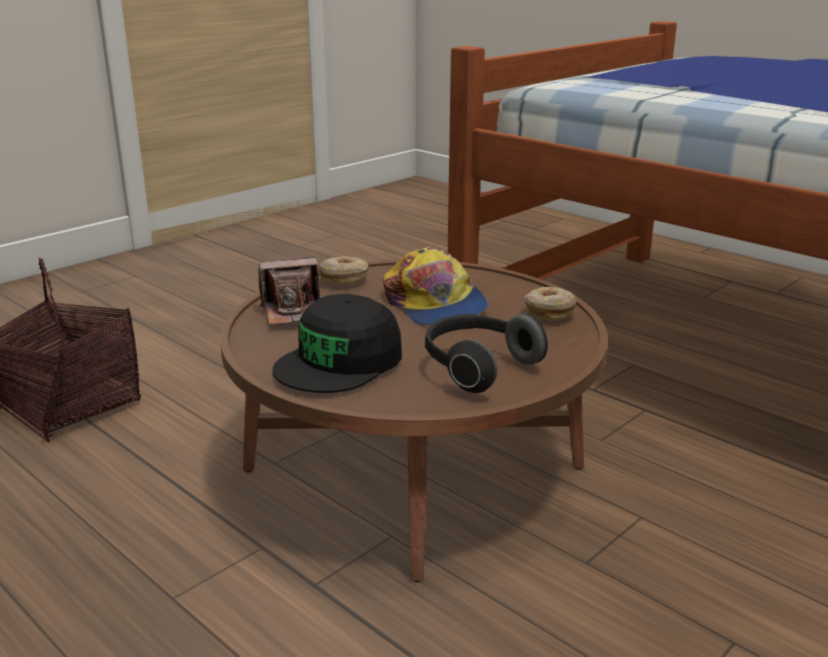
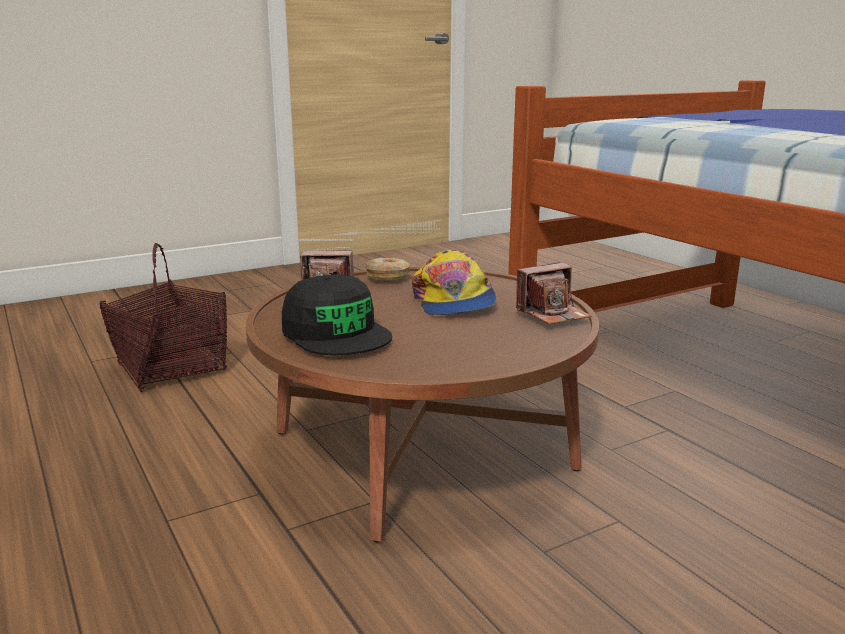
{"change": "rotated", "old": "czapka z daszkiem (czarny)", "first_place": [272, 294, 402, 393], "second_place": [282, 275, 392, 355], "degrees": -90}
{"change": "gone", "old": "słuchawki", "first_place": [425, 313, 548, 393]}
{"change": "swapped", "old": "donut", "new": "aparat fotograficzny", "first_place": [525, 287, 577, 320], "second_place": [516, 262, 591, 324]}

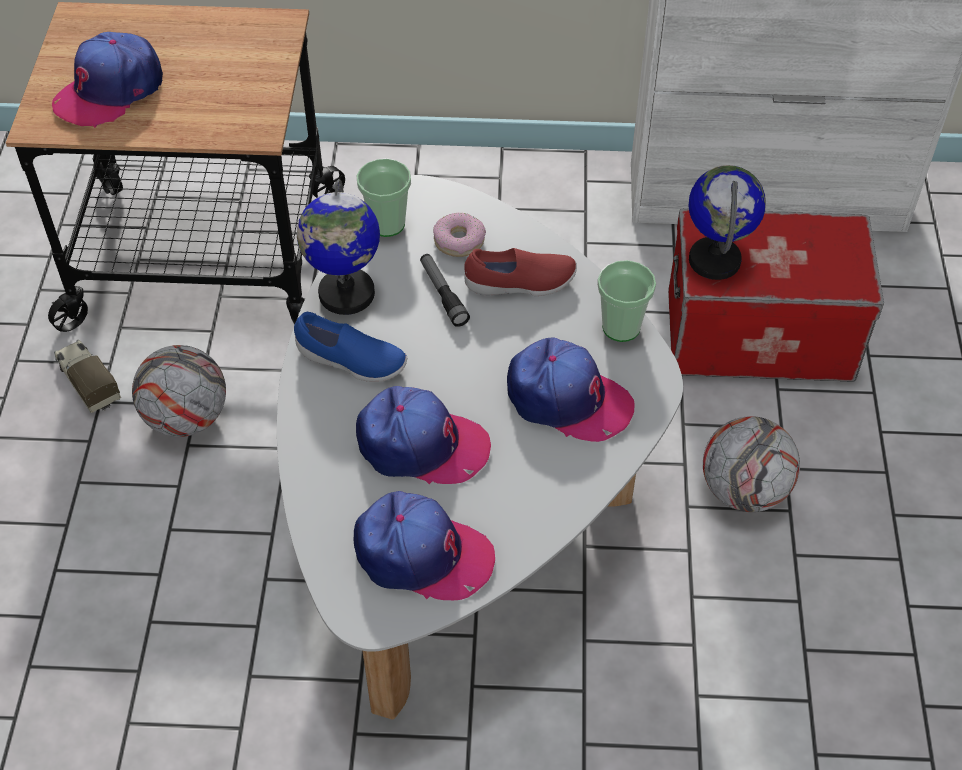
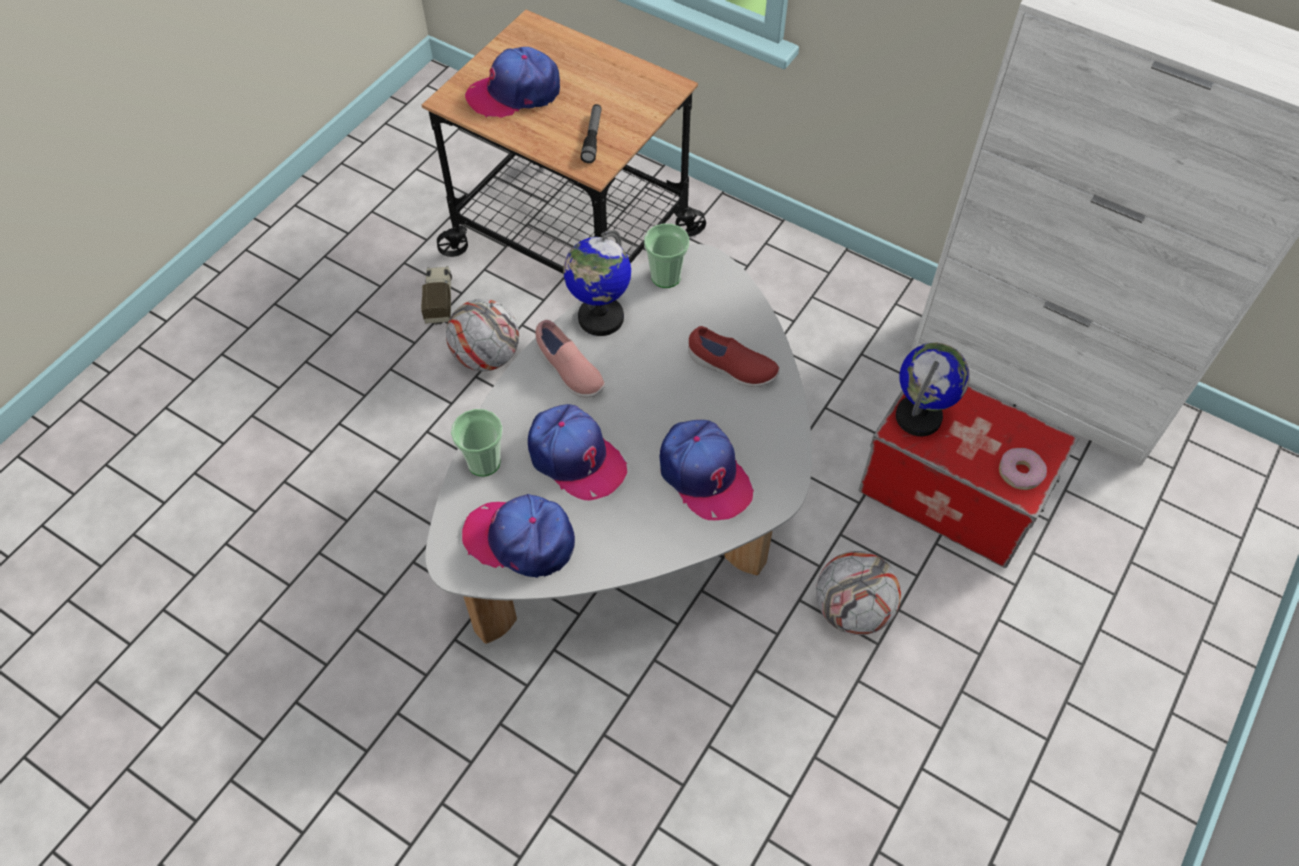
{"change": "repainted", "old": "but (niebieski)", "new": "but (różowy)", "first_place": [294, 312, 407, 382], "second_place": [535, 320, 605, 397]}
{"change": "rotated", "old": "czapka z daszkiem", "first_place": [354, 491, 495, 600], "second_place": [462, 494, 575, 578], "degrees": 150}
{"change": "shifted", "old": "latarka", "first_place": [420, 254, 470, 327], "second_place": [581, 104, 602, 163]}
{"change": "shifted", "old": "donut", "first_place": [433, 213, 486, 257], "second_place": [999, 448, 1047, 490]}
{"change": "shifted", "old": "filiżanka", "first_place": [597, 260, 656, 342], "second_place": [451, 409, 503, 476]}

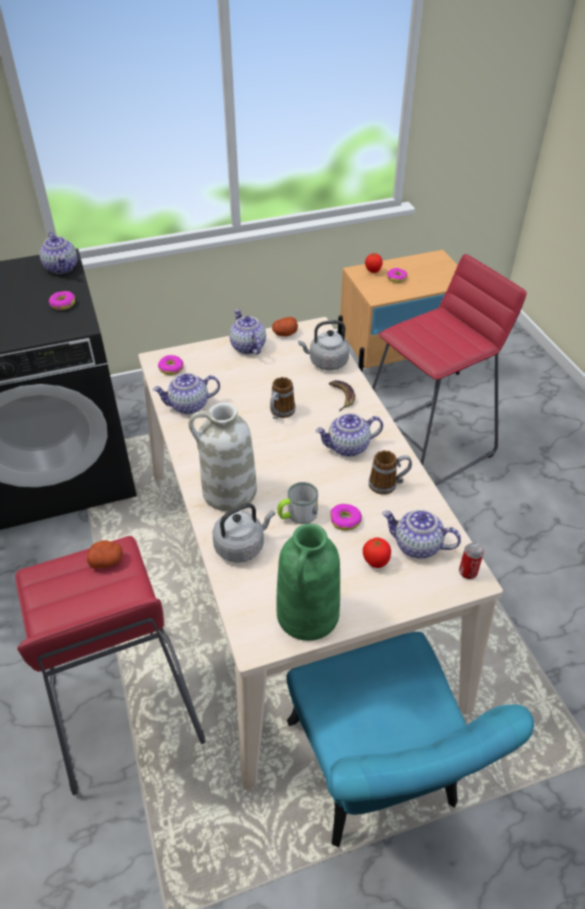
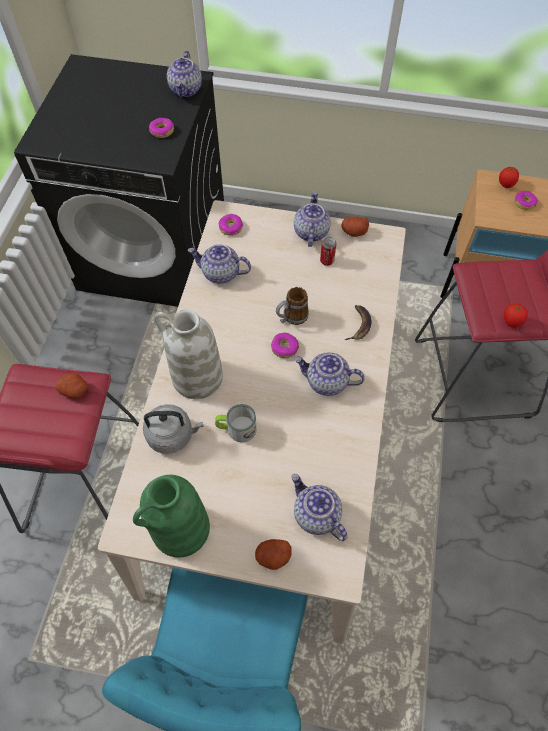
{"change": "gone", "old": "czajnik (szary)", "first_place": [298, 320, 349, 370]}
{"change": "shifted", "old": "donut", "first_place": [330, 504, 362, 531], "second_place": [271, 333, 299, 358]}
{"change": "shifted", "old": "pomidor", "first_place": [363, 537, 391, 568], "second_place": [504, 304, 528, 328]}
{"change": "gone", "old": "kubek", "first_place": [369, 450, 412, 495]}
{"change": "shifted", "old": "puszka", "first_place": [459, 543, 484, 579], "second_place": [320, 237, 336, 266]}
{"change": "new", "new": "ziemniak", "second_place": [255, 539, 292, 570]}

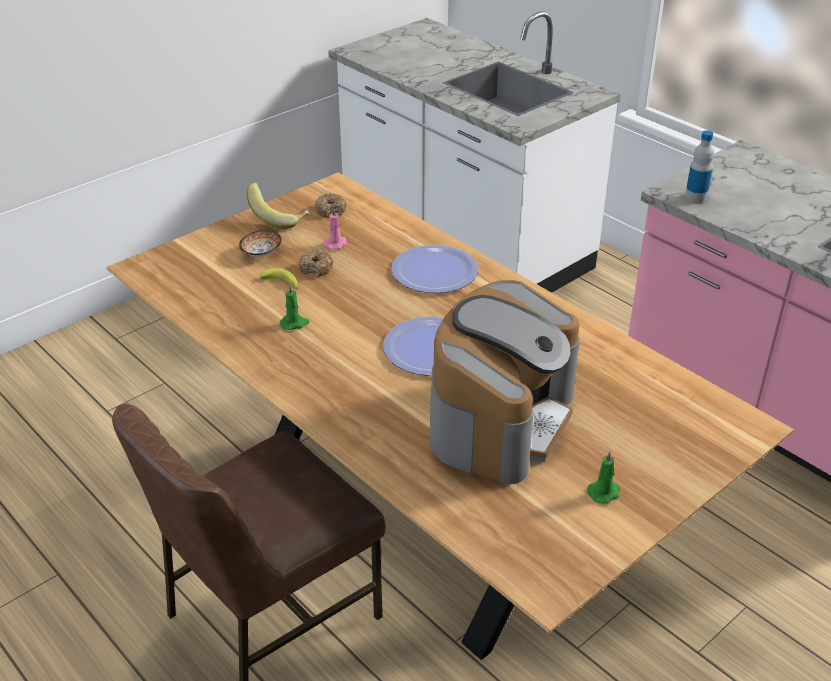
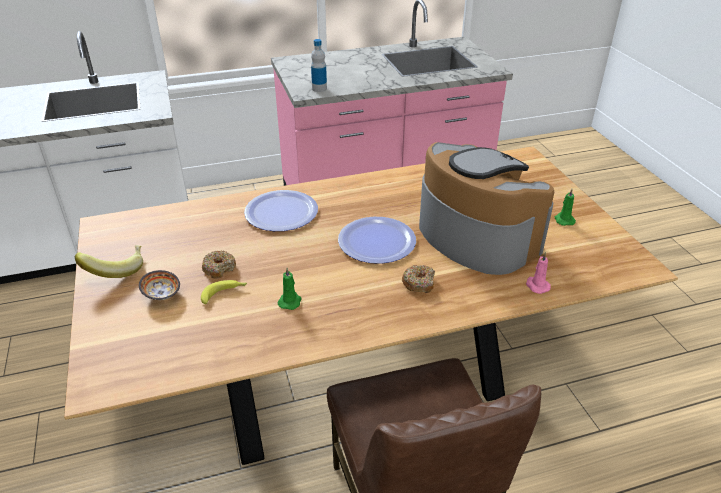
{"change": "shifted", "old": "donut", "first_place": [315, 193, 347, 217], "second_place": [402, 265, 435, 293]}
{"change": "shifted", "old": "świeca (różowy)", "first_place": [323, 207, 347, 250], "second_place": [526, 252, 551, 294]}

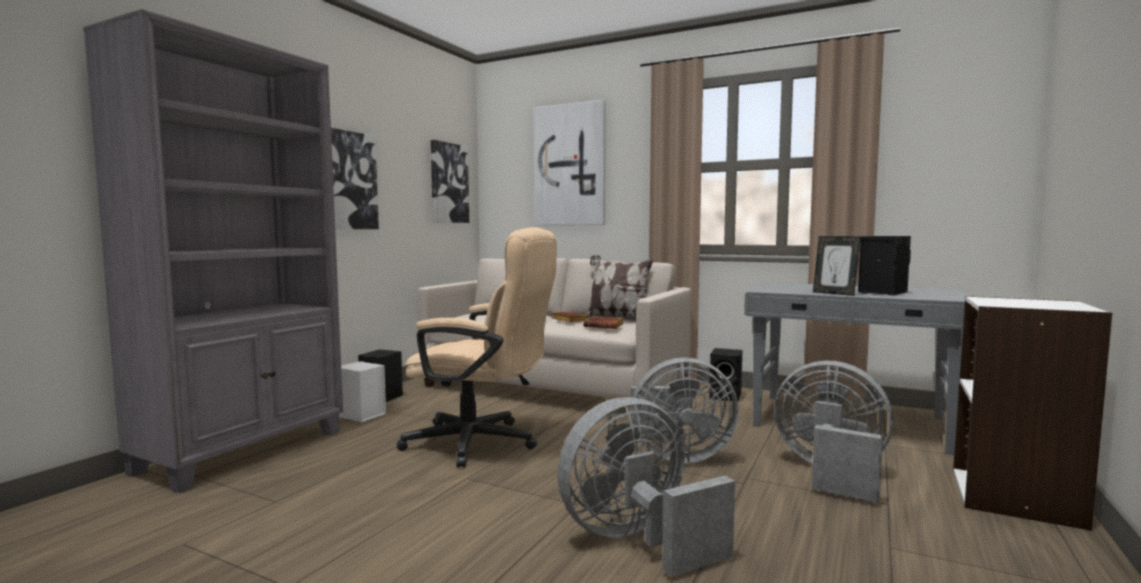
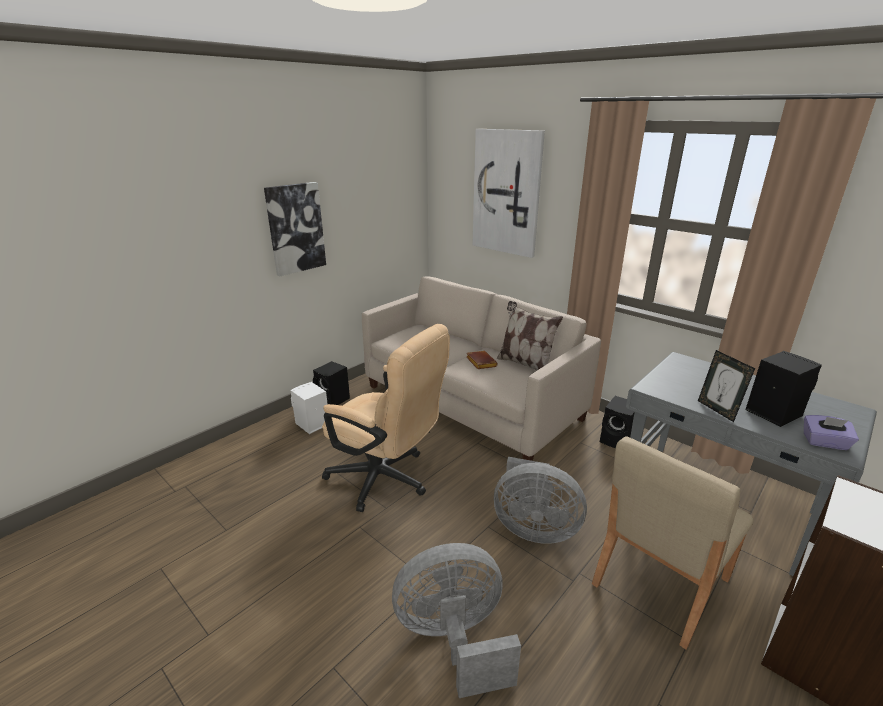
{"change": "gone", "old": "regał (szary)", "first_place": [83, 9, 343, 493]}
{"change": "gone", "old": "obraz", "first_place": [431, 140, 469, 223]}
{"change": "gone", "old": "książka (brązowy)", "first_place": [583, 316, 624, 329]}
{"change": "swapped", "old": "wentylator (szary)", "new": "krzesło (beżowy)", "first_place": [774, 361, 894, 503], "second_place": [592, 436, 753, 650]}
{"change": "new", "new": "pudełko chusteczek (fioletowy)", "second_place": [804, 415, 859, 450]}

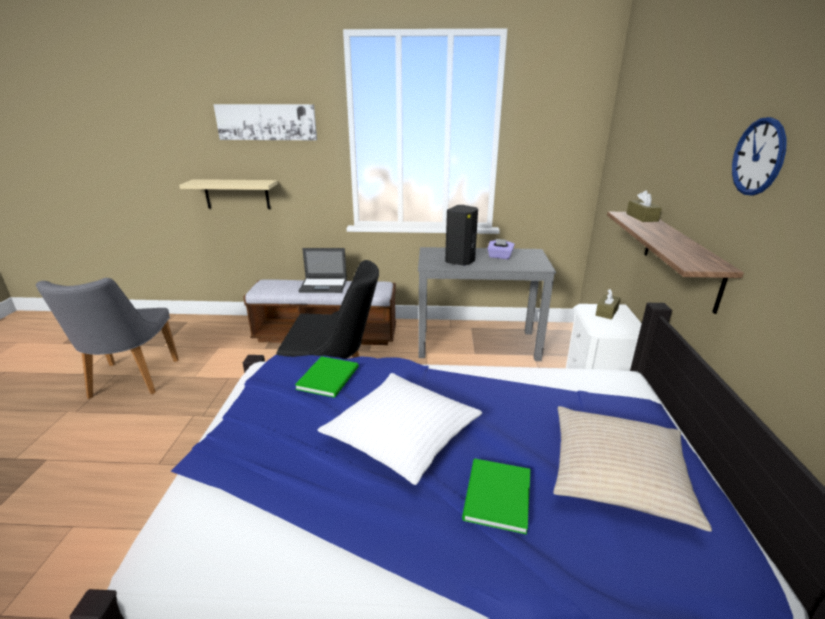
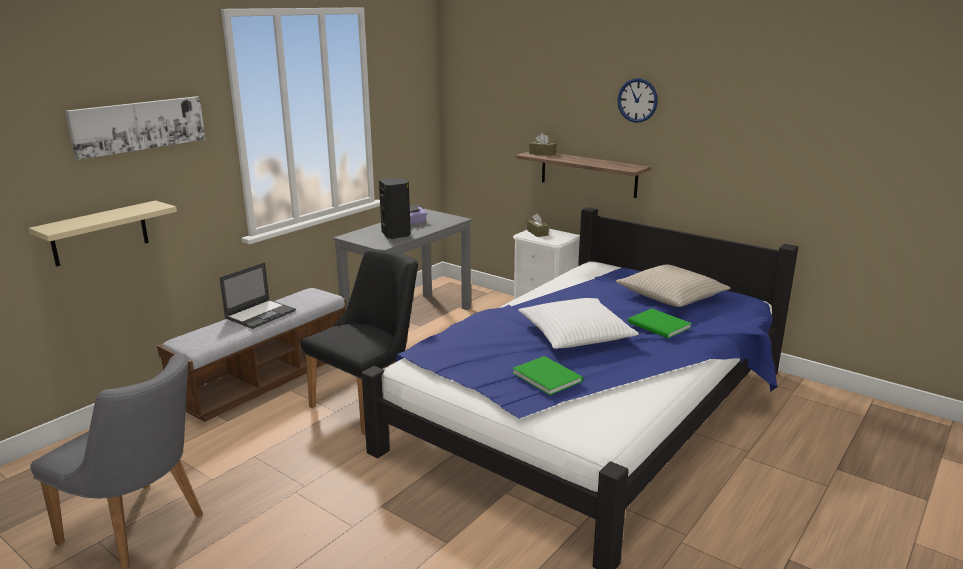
{"change": "shifted", "old": "książka (zielony)", "first_place": [295, 356, 359, 398], "second_place": [512, 356, 583, 395]}

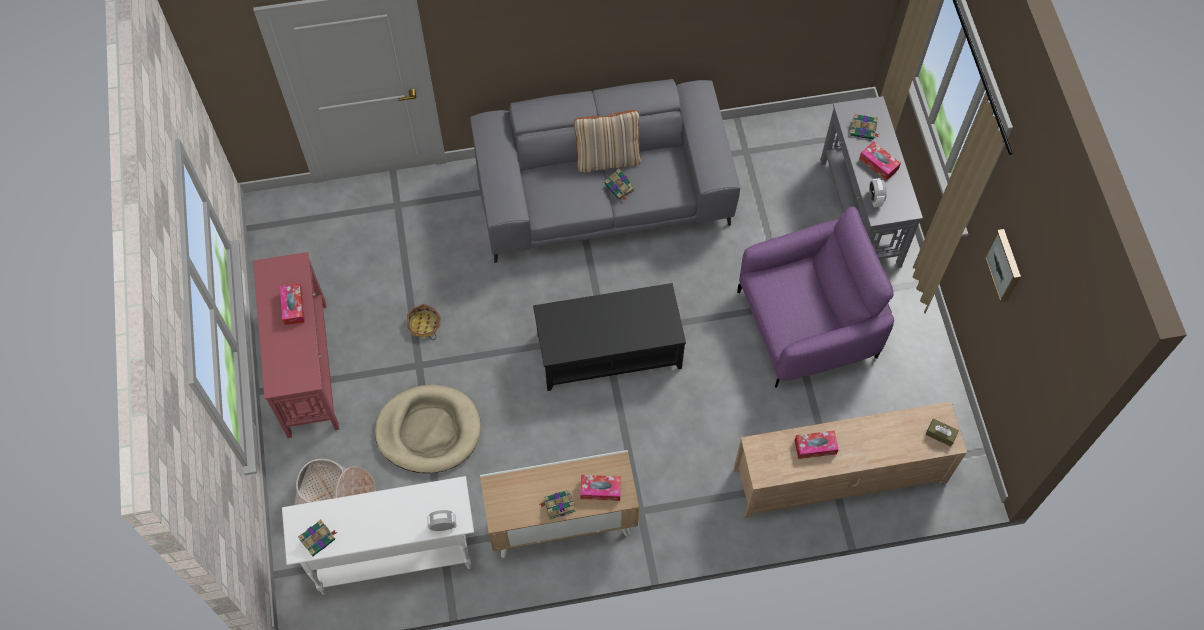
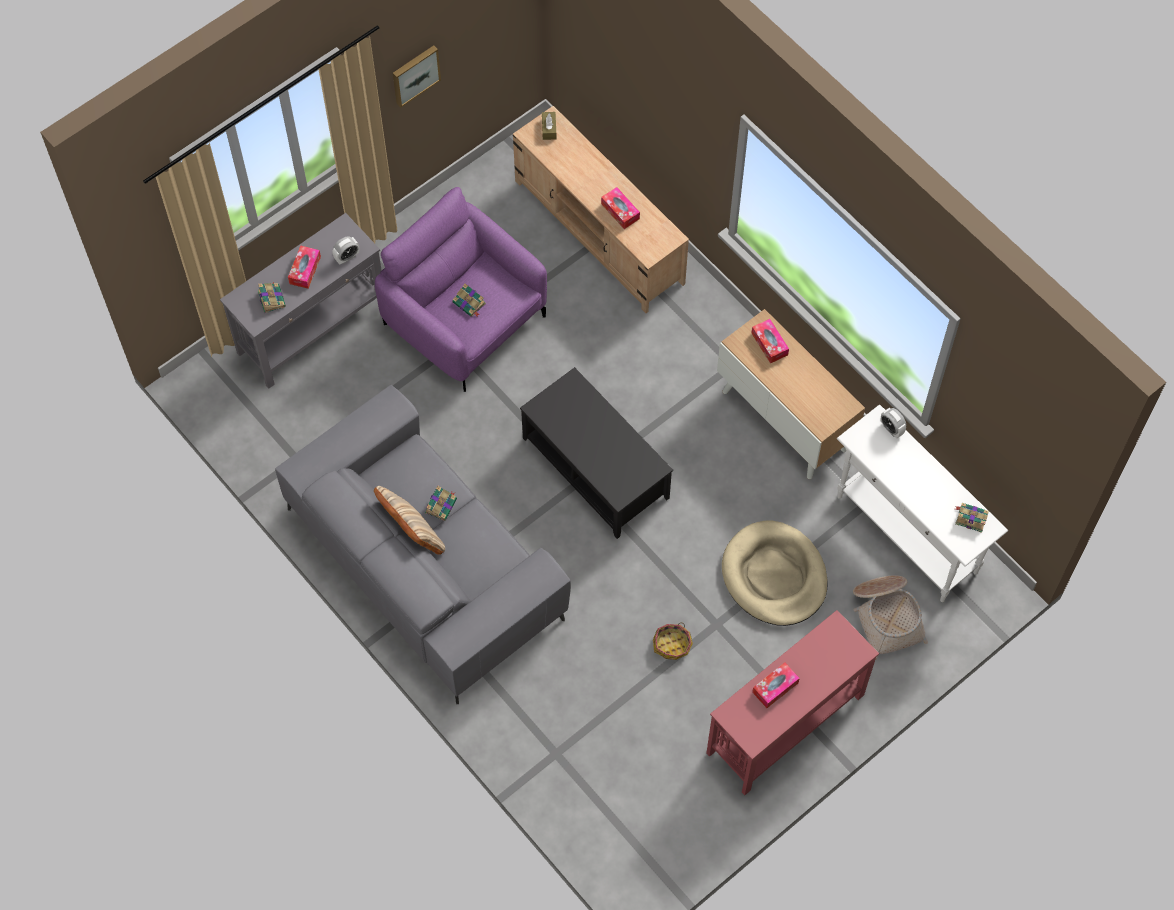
{"change": "shifted", "old": "książka", "first_place": [540, 490, 576, 520], "second_place": [452, 283, 486, 317]}

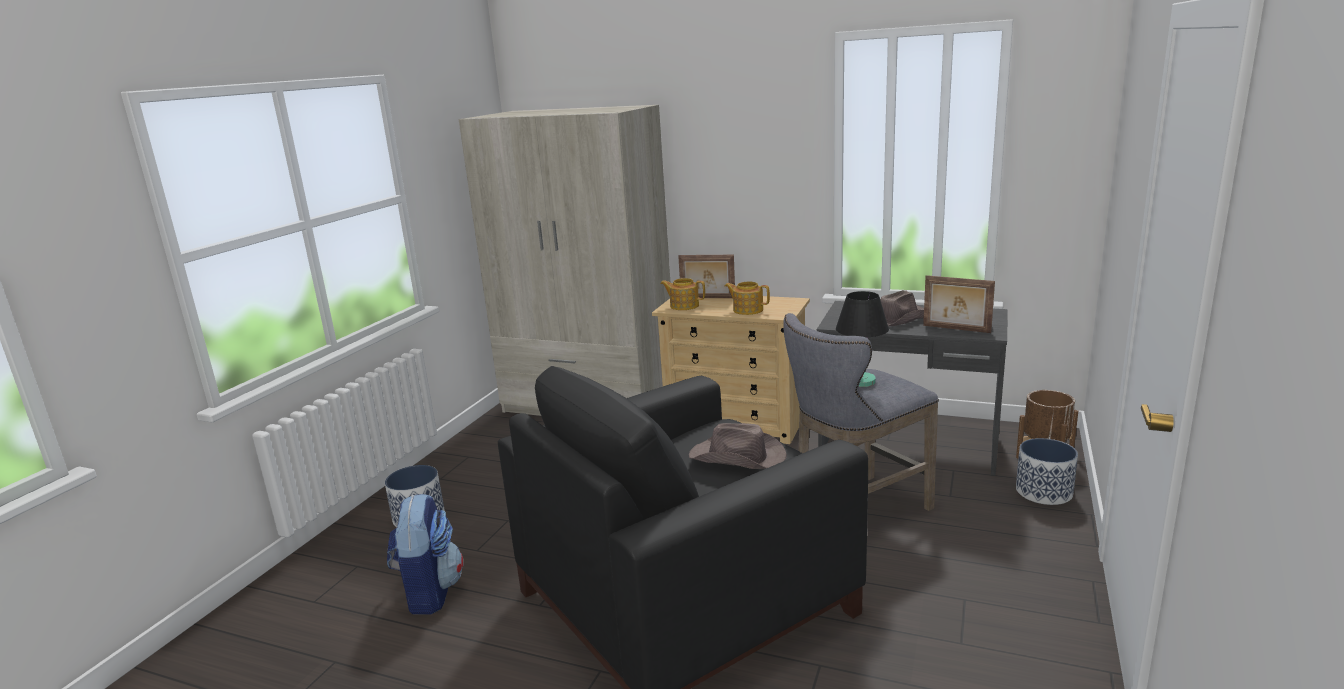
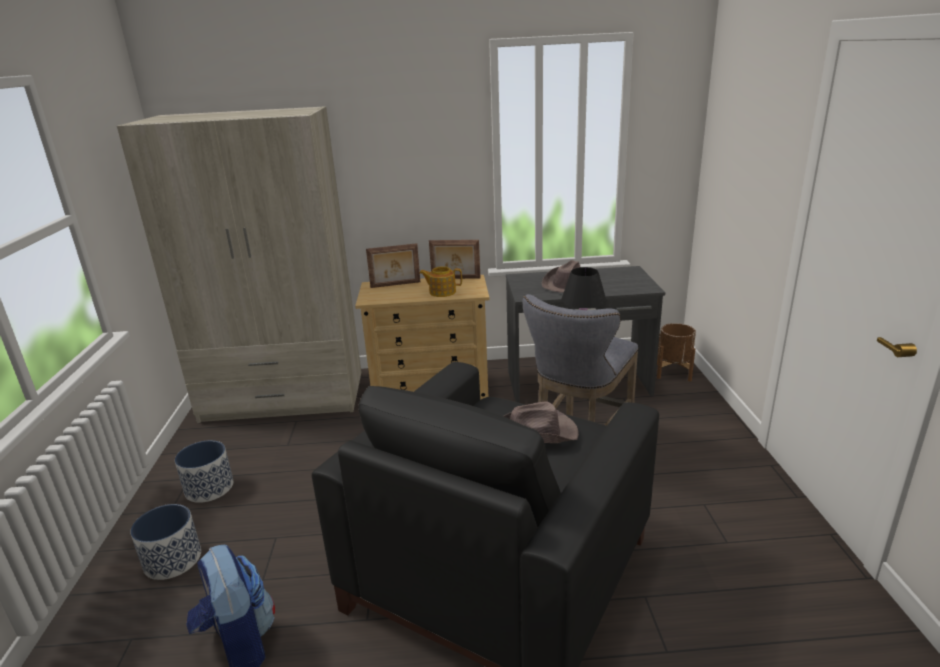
{"change": "gone", "old": "imbryk", "first_place": [660, 278, 705, 310]}
{"change": "shifted", "old": "ramka na zdjęcie", "first_place": [923, 275, 995, 333], "second_place": [429, 240, 480, 279]}
{"change": "shifted", "old": "donica", "first_place": [1016, 438, 1078, 505], "second_place": [175, 440, 233, 503]}

